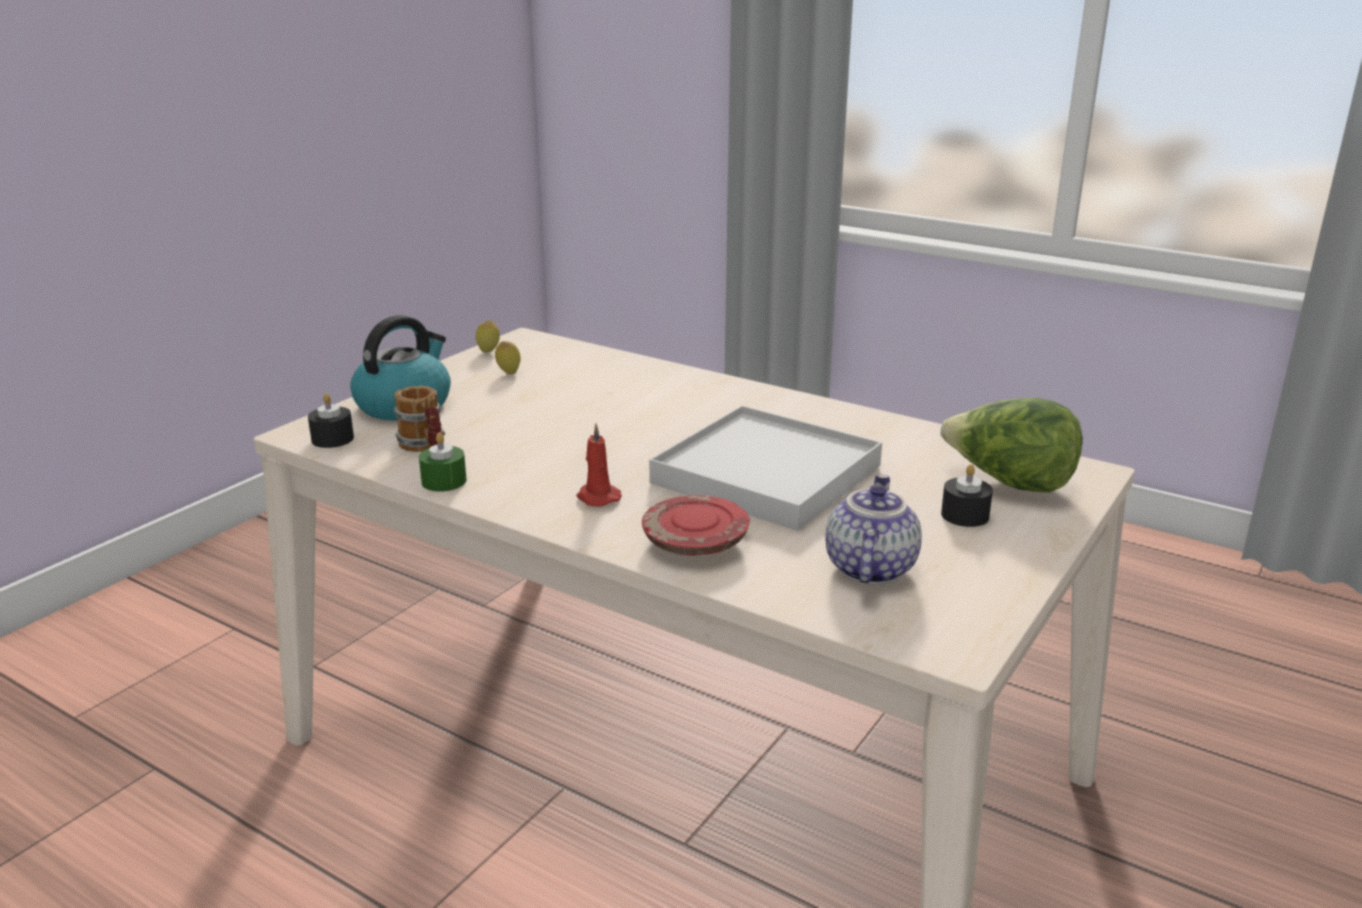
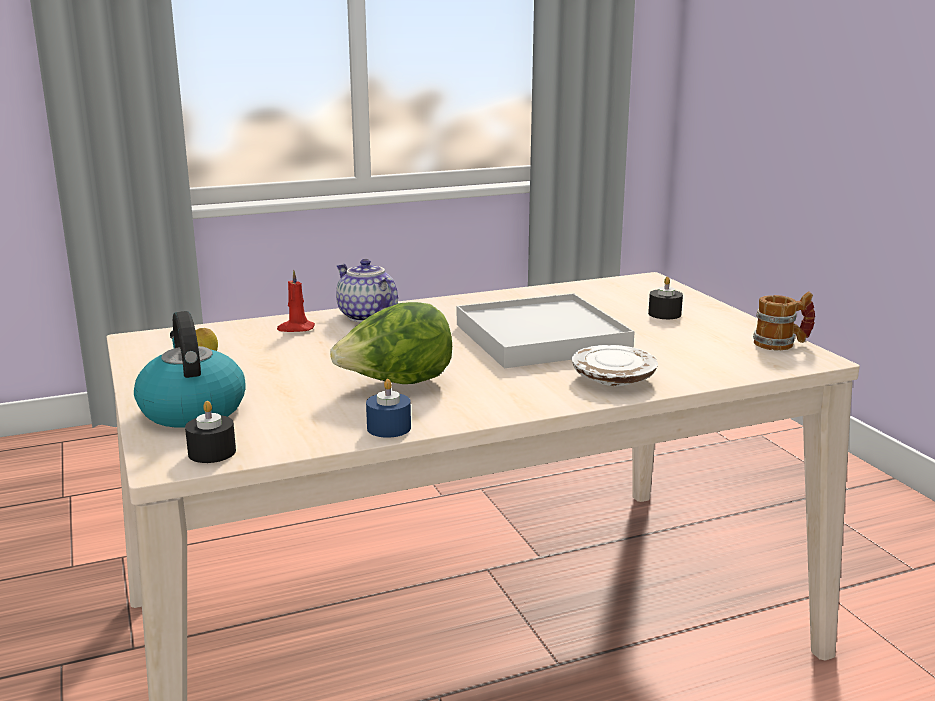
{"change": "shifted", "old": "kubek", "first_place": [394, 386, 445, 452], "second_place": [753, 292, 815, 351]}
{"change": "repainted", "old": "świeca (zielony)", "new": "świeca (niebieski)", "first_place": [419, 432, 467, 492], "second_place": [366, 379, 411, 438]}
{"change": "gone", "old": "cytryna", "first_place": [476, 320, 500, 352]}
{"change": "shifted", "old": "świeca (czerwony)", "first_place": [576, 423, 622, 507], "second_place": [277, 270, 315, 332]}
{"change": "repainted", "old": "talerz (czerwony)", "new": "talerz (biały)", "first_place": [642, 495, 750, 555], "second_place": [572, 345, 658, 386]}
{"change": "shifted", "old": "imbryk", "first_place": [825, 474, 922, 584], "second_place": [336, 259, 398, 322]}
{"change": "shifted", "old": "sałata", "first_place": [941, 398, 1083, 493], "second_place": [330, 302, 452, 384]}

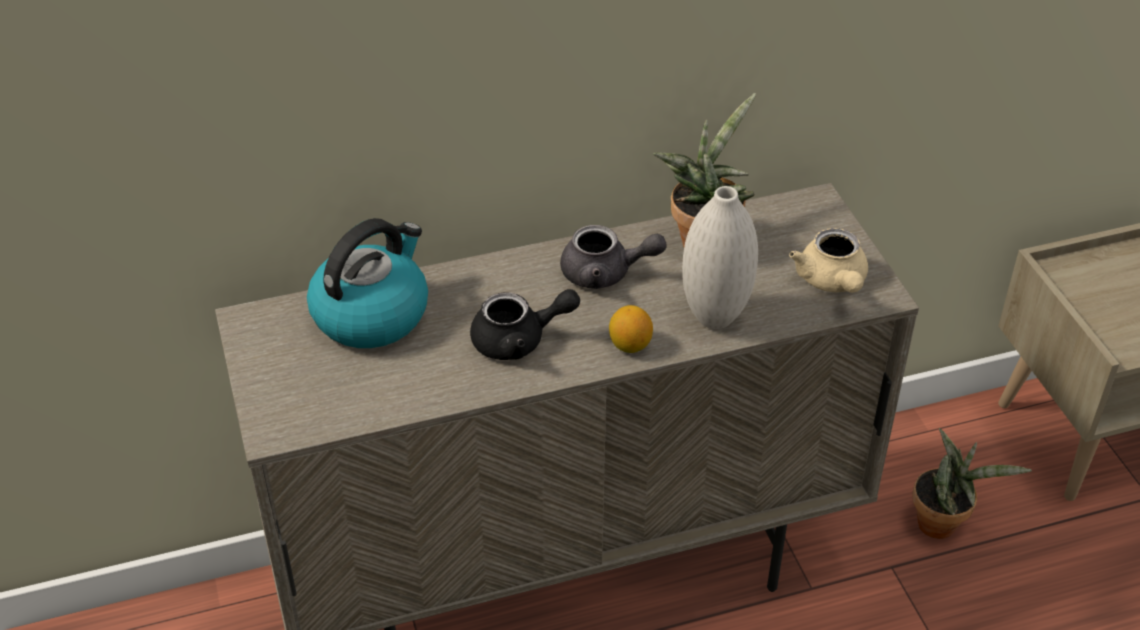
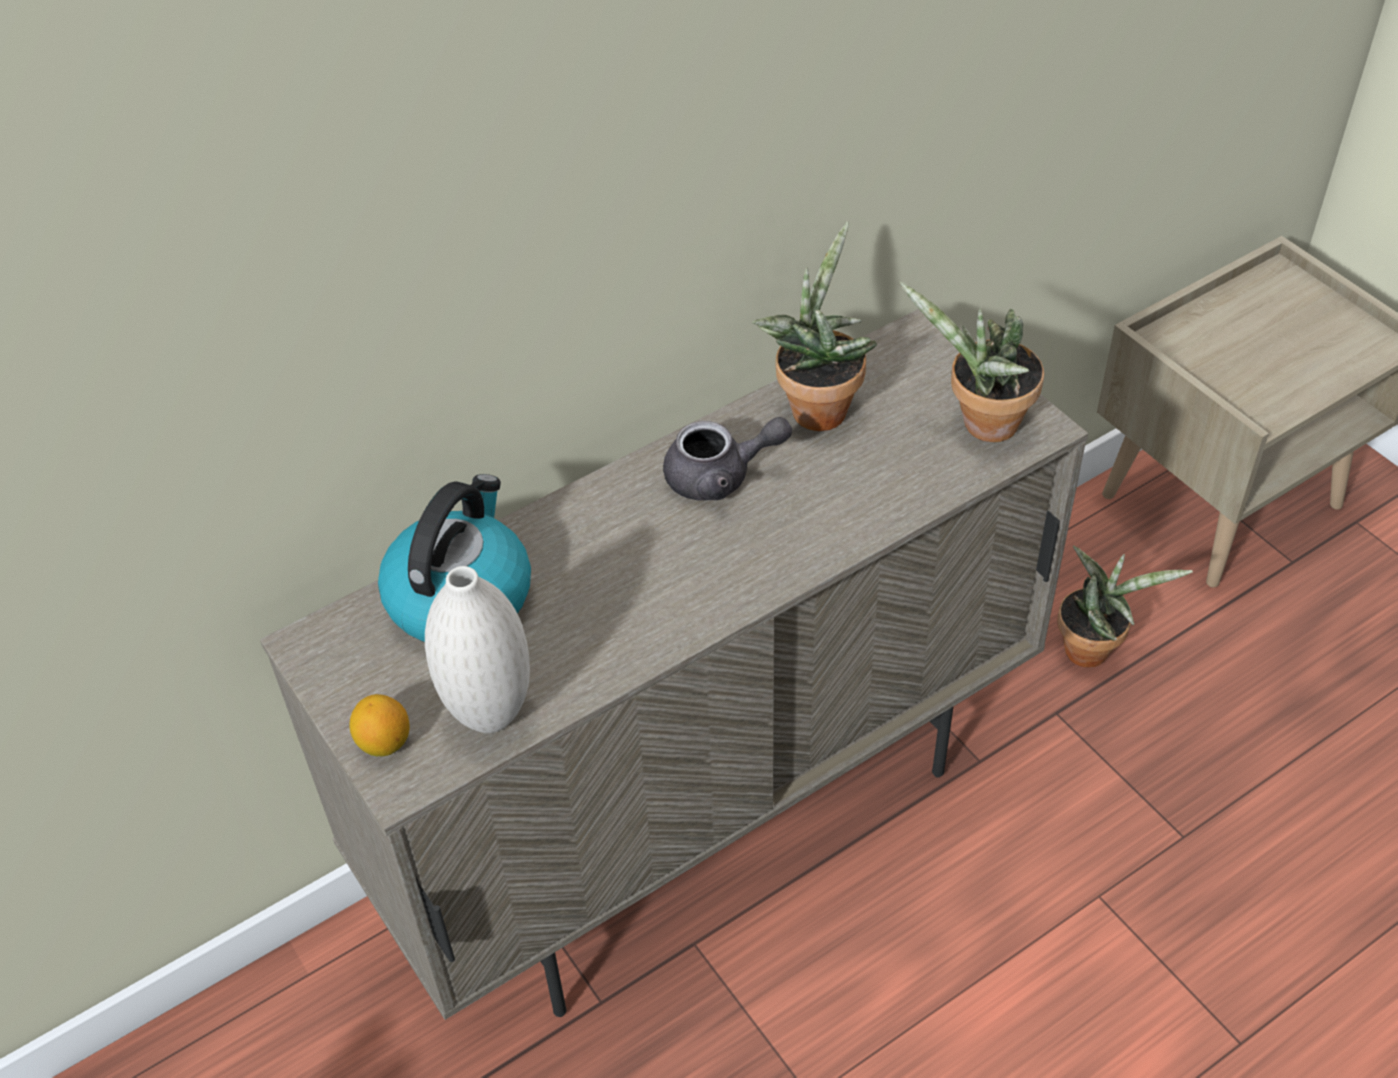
{"change": "gone", "old": "imbryk (czarny)", "first_place": [470, 289, 580, 360]}
{"change": "shifted", "old": "cytryna", "first_place": [609, 305, 653, 353], "second_place": [349, 694, 410, 756]}
{"change": "shifted", "old": "wazon (biały)", "first_place": [682, 186, 758, 329], "second_place": [425, 566, 530, 733]}
{"change": "swapped", "old": "imbryk (beżowy)", "new": "roślina doniczkowa", "first_place": [789, 228, 868, 293], "second_place": [900, 281, 1044, 442]}

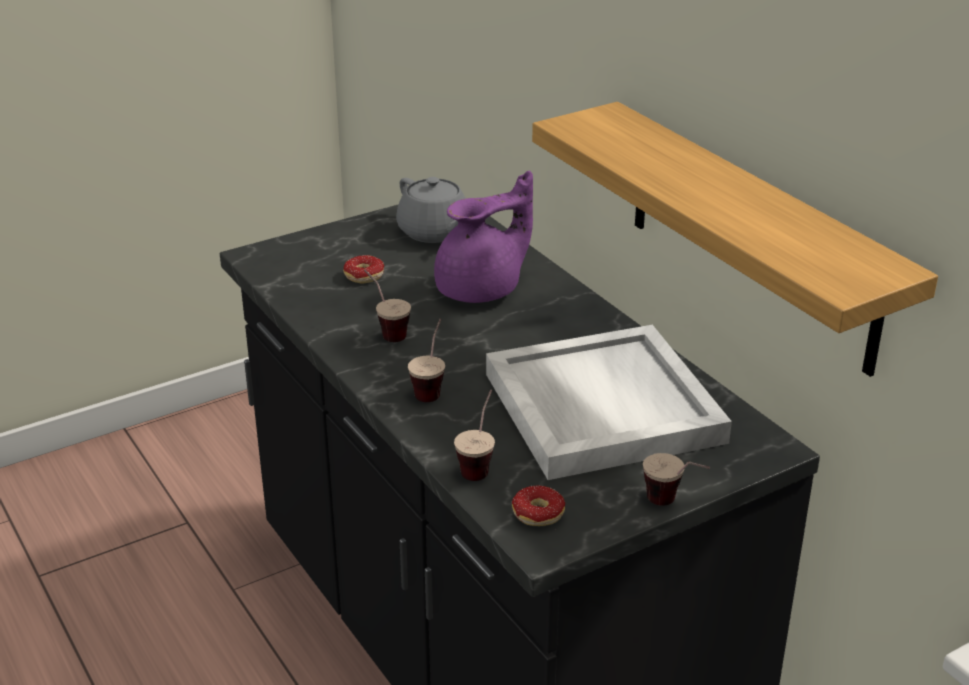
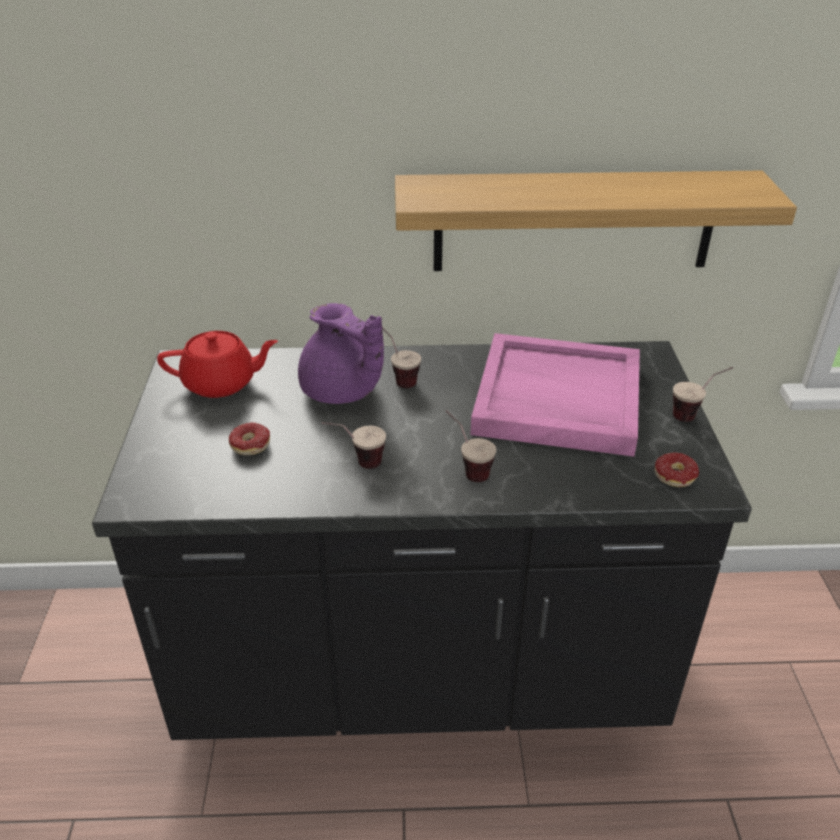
{"change": "repainted", "old": "imbryk (szary)", "new": "imbryk (czerwony)", "first_place": [396, 177, 466, 243], "second_place": [157, 331, 278, 398]}
{"change": "rotated", "old": "imbryk (fioletowy)", "first_place": [434, 170, 533, 303], "second_place": [298, 303, 384, 404], "degrees": 135}
{"change": "shifted", "old": "filiżanka", "first_place": [454, 390, 495, 481], "second_place": [382, 327, 421, 388]}
{"change": "repainted", "old": "taca (biały)", "new": "taca (różowy)", "first_place": [486, 325, 732, 480], "second_place": [470, 333, 640, 457]}

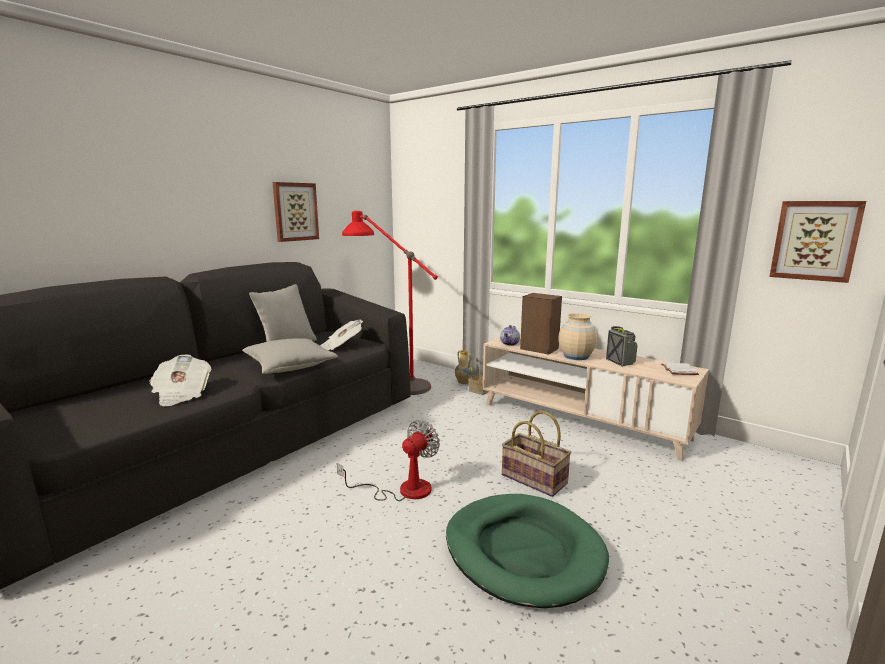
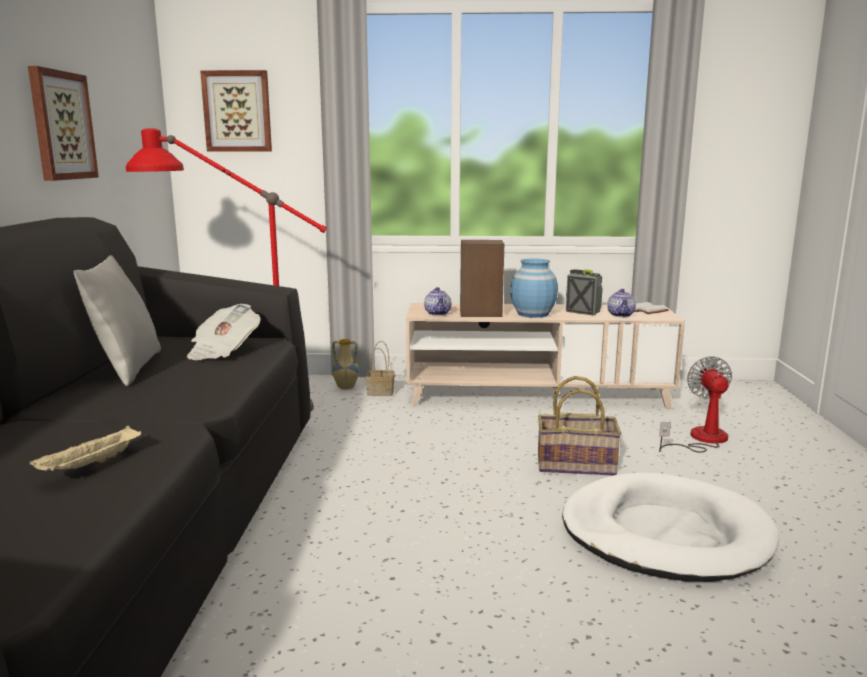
{"change": "swapped", "old": "gazeta", "new": "taca (beżowy)", "first_place": [149, 355, 211, 407], "second_place": [29, 426, 141, 471]}
{"change": "gone", "old": "poduszka (szary)", "first_place": [242, 338, 338, 374]}
{"change": "shifted", "old": "wentylator", "first_place": [337, 420, 440, 501], "second_place": [659, 356, 732, 453]}
{"change": "repainted", "old": "legowisko (zielony)", "new": "legowisko (biały)", "first_place": [446, 494, 609, 608], "second_place": [562, 472, 779, 582]}
{"change": "repainted", "old": "wazon (beżowy)", "new": "wazon (niebieski)", "first_place": [558, 313, 597, 360], "second_place": [510, 258, 558, 318]}
{"change": "shifted", "old": "obraz", "first_place": [769, 201, 866, 283], "second_place": [200, 70, 272, 152]}
{"change": "new", "new": "imbryk", "second_place": [607, 289, 636, 317]}

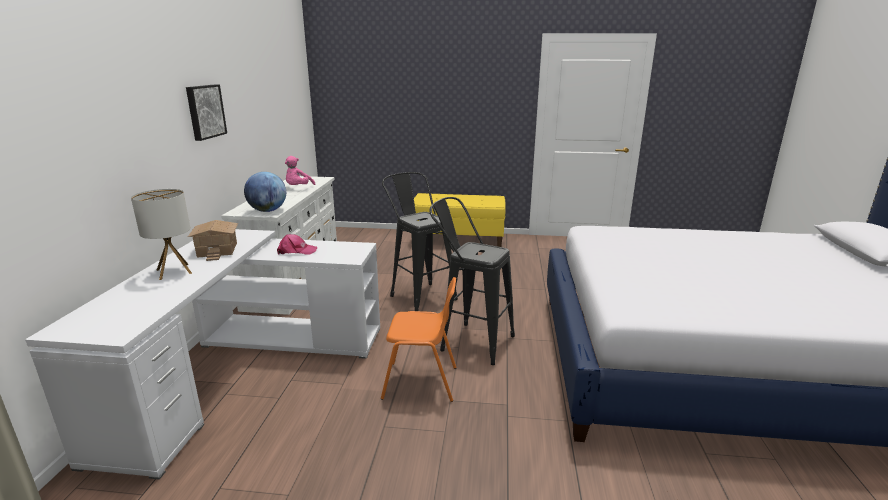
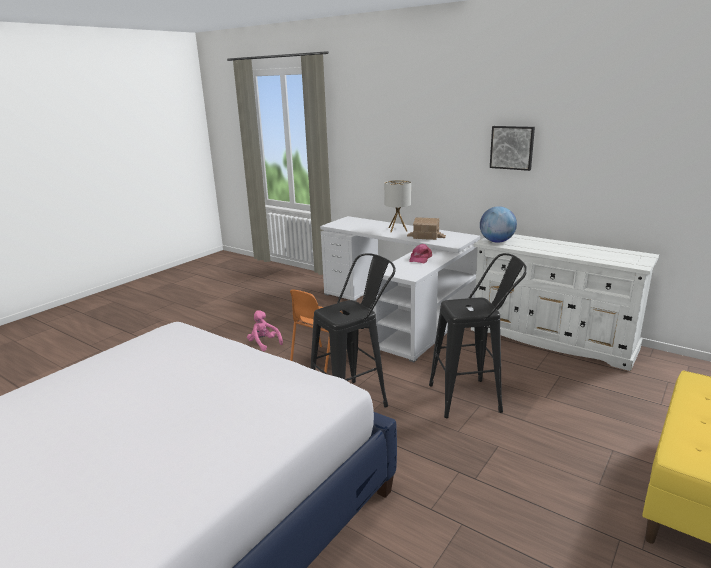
{"change": "shifted", "old": "pluszak (różowy)", "first_place": [285, 156, 315, 185], "second_place": [247, 310, 283, 351]}

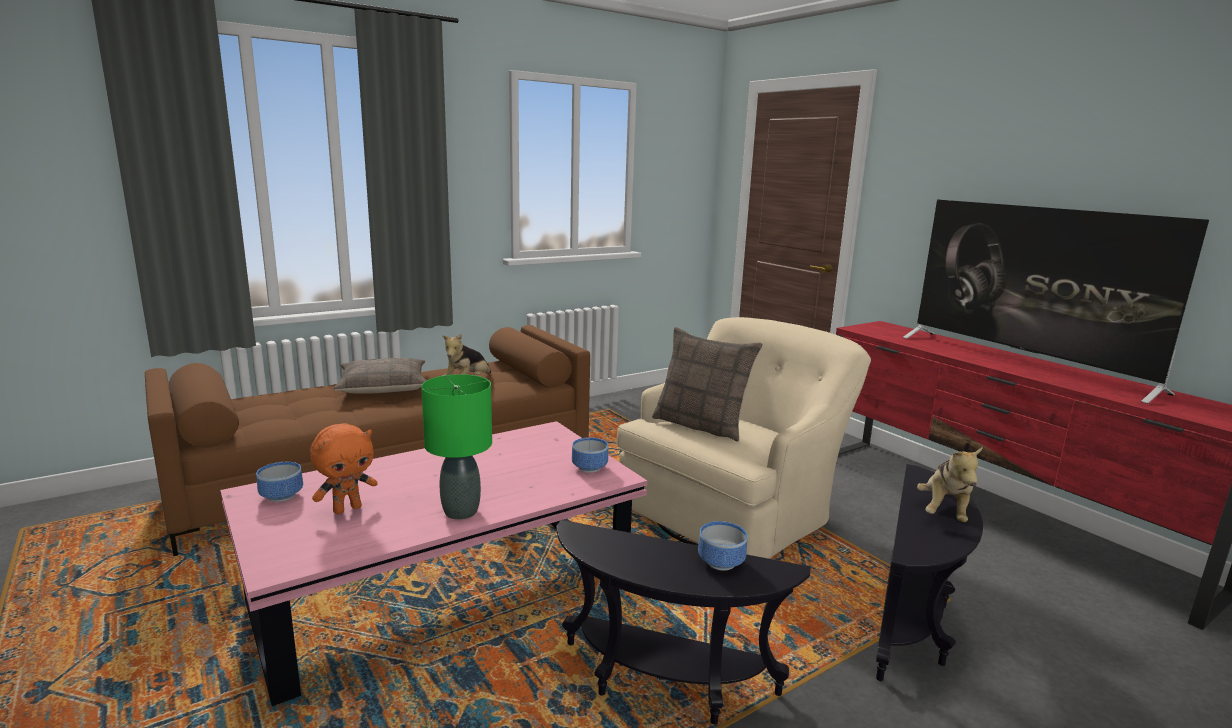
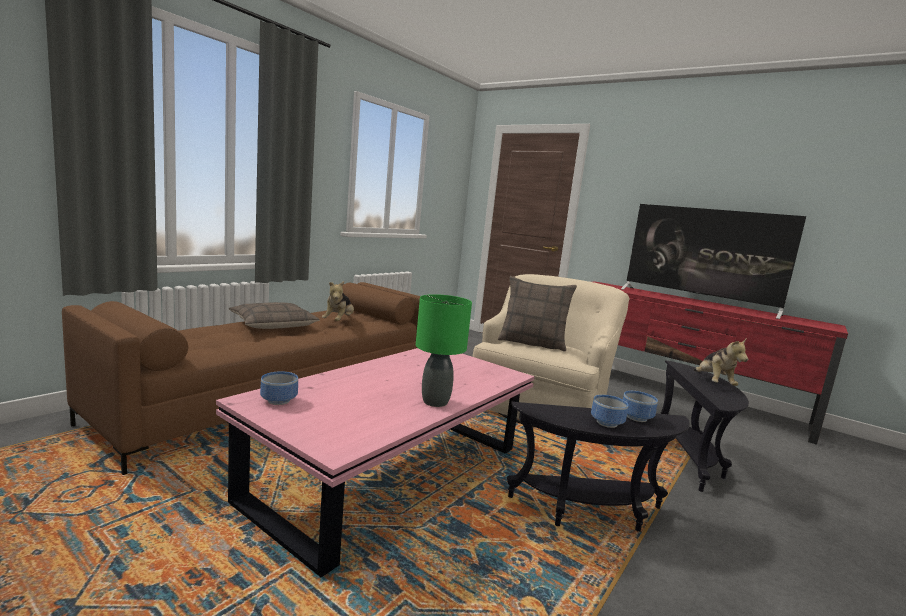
{"change": "gone", "old": "pluszak (pomarańczowy)", "first_place": [310, 423, 378, 514]}
{"change": "shifted", "old": "miska", "first_place": [572, 437, 608, 473], "second_place": [591, 395, 628, 428]}

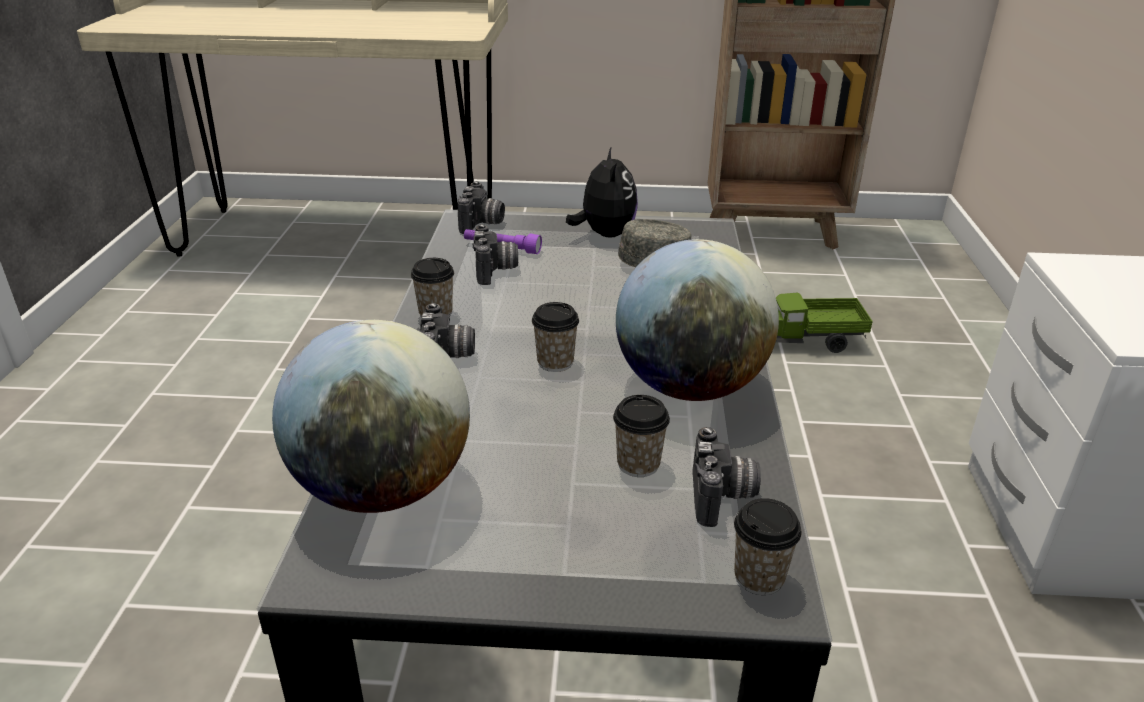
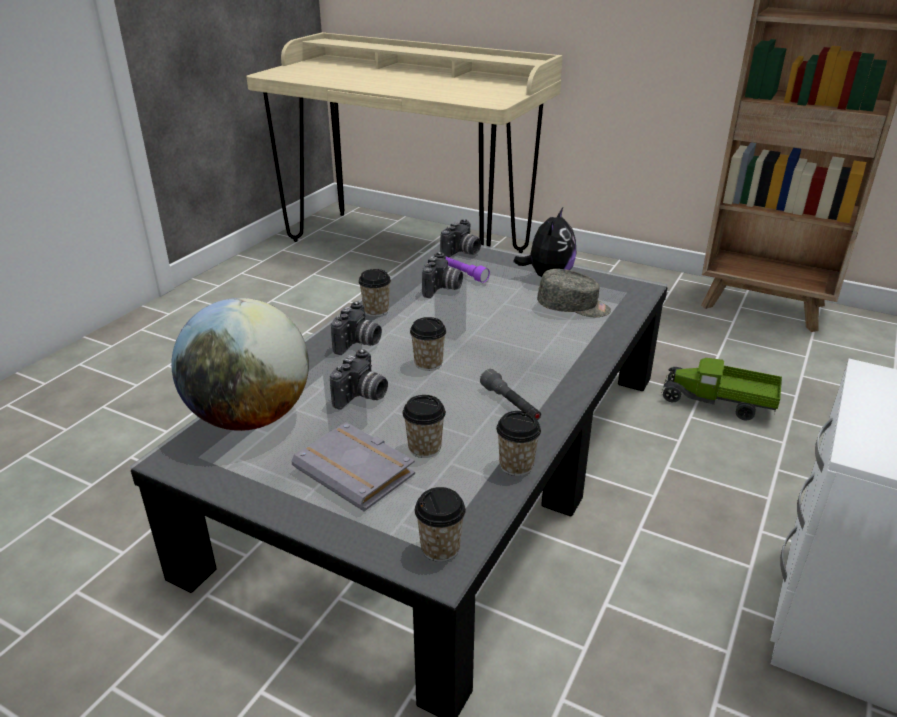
{"change": "swapped", "old": "globus", "new": "latarka (szary)", "first_place": [616, 239, 779, 401], "second_place": [480, 369, 541, 420]}
{"change": "shifted", "old": "aparat fotograficzny", "first_place": [692, 427, 761, 527], "second_place": [330, 349, 388, 409]}
{"change": "new", "new": "książka (szary)", "second_place": [291, 422, 415, 512]}
{"change": "new", "new": "filiżanka", "second_place": [496, 411, 541, 476]}

